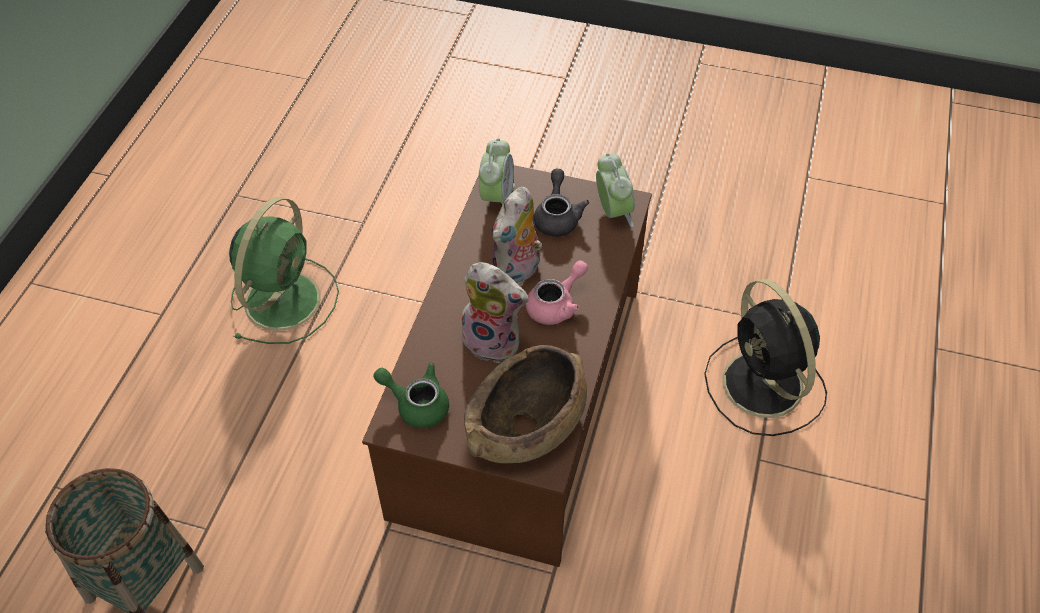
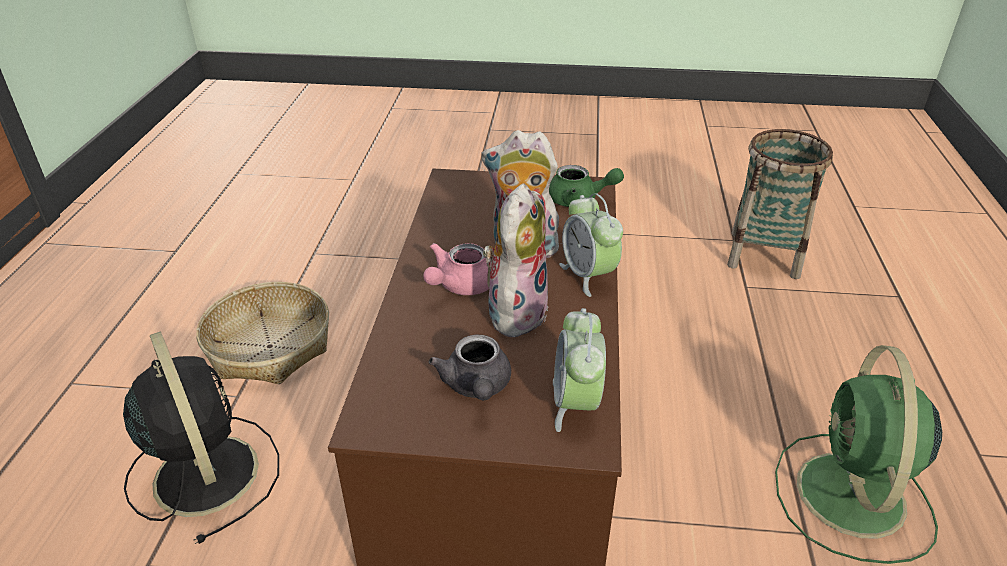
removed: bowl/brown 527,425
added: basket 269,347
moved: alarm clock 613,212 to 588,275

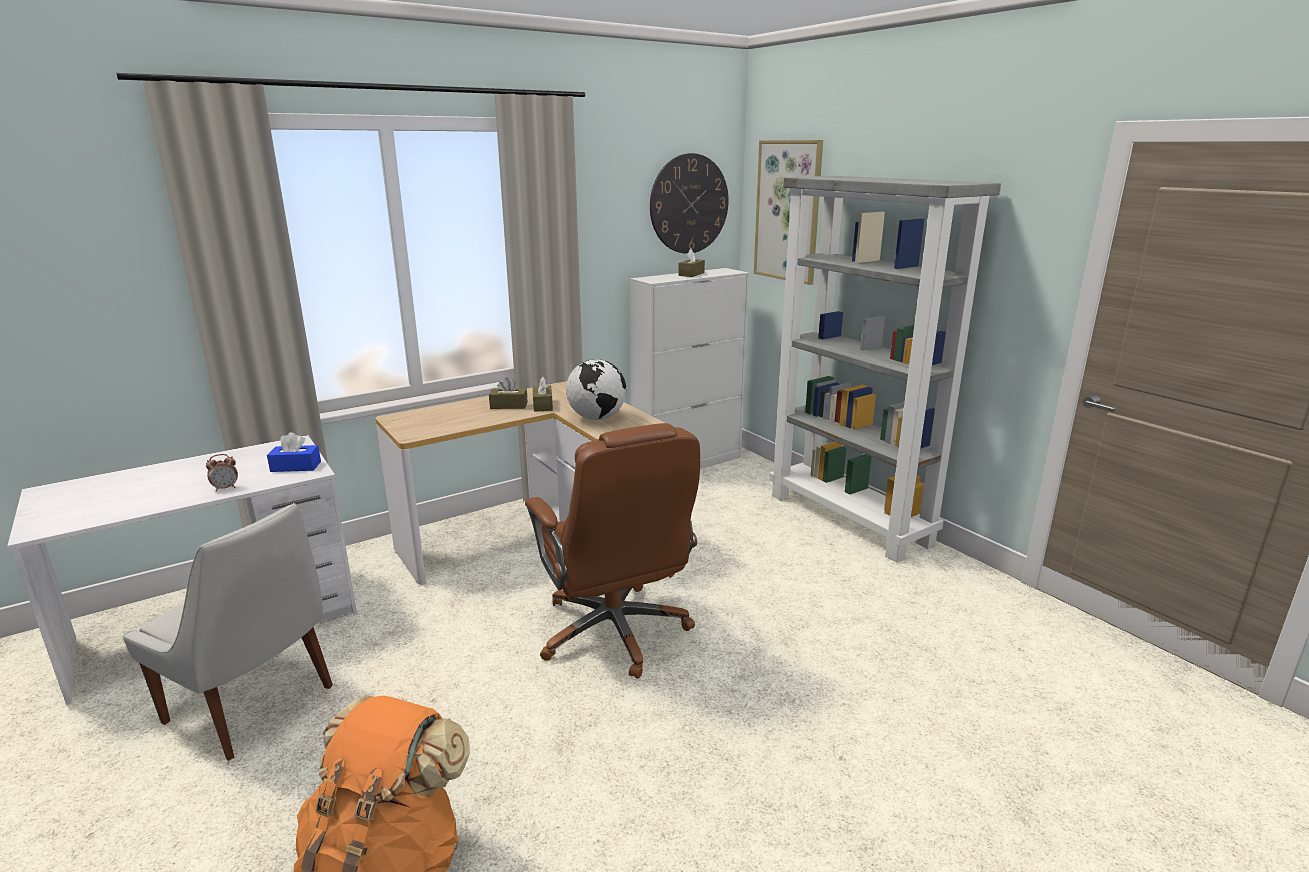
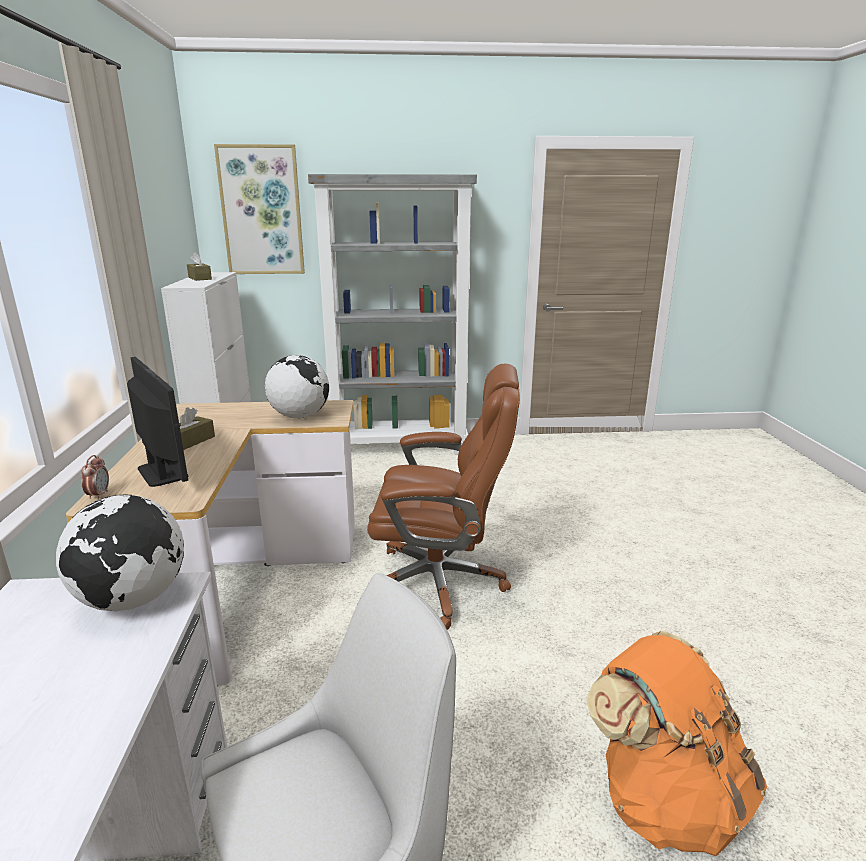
removed: tissue box/brown 543,405; wall clock 689,204
added: monitor 162,473
moved: alarm clock 226,488 to 99,495
replaced: tissue box/blue 296,467 to globe 133,599

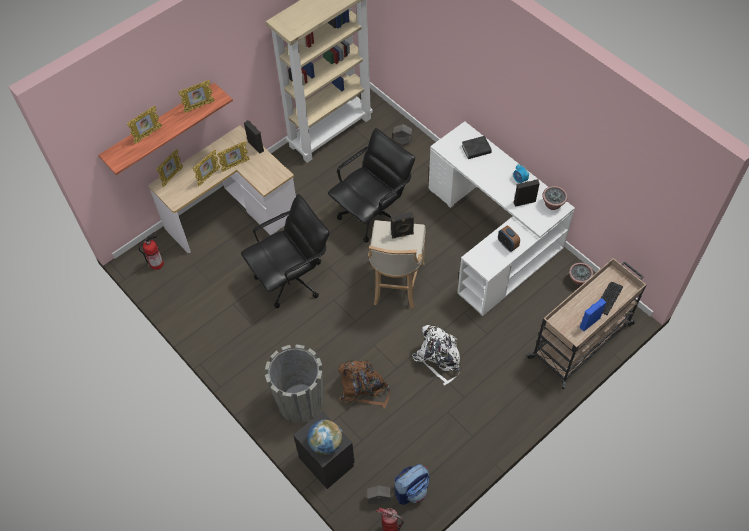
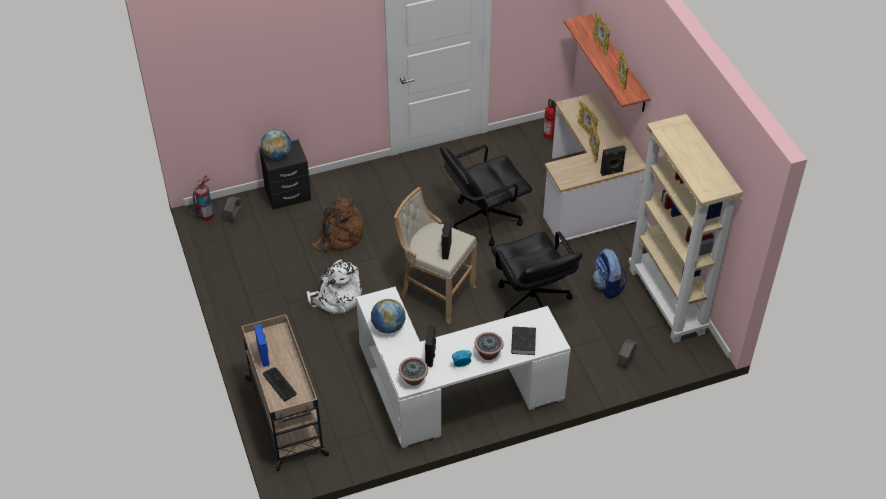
removed: picture frame 172,177; planter/grey 300,402
moved: potted plant 578,280 to 488,354; backpack 411,490 to 608,286
replaced: alarm clock 507,245 to globe 388,327
turned: office chair/black 292,279 = 483,220 75 degrees clockwise

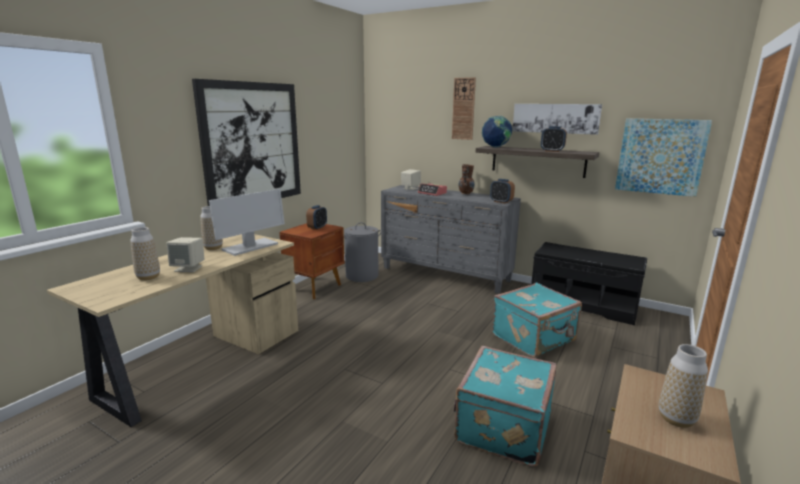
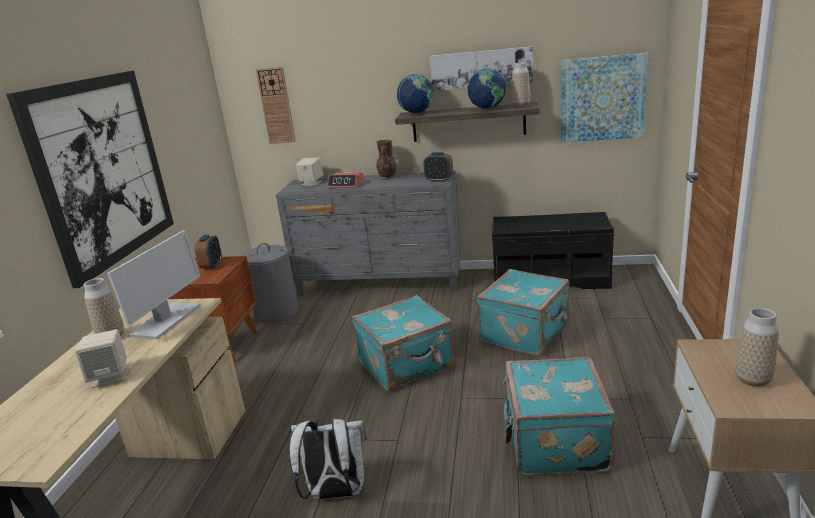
added: backpack/white 335,493; suitcase/turquoise 407,365
moved: wall clock 463,109 to 276,106; vase 148,277 to 521,105
replaced: alarm clock 552,151 to globe 488,109

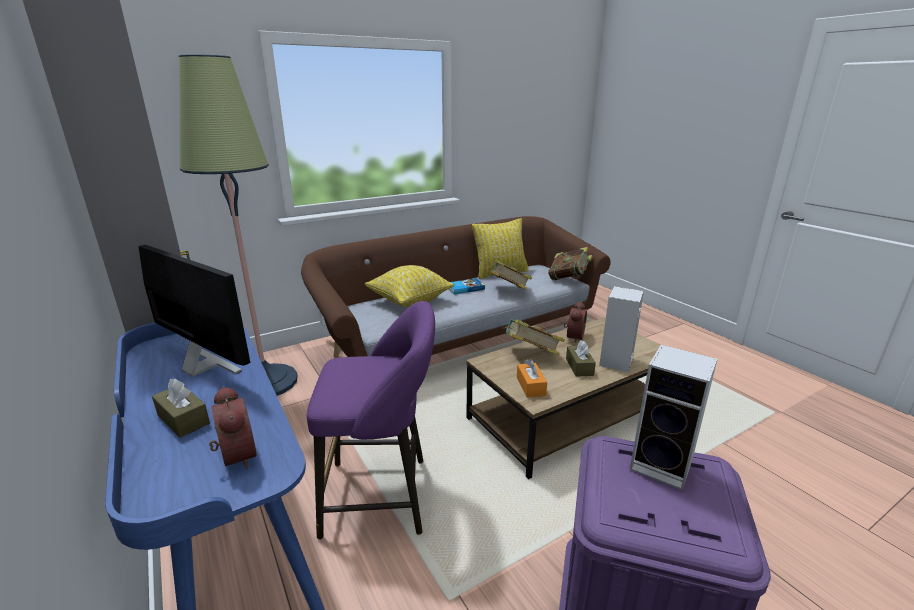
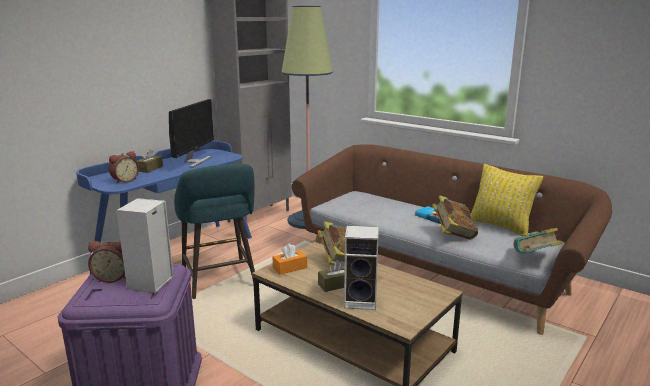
removed: pillow/yellow 409,301
moved: alarm clock 573,337 to 113,277
recoloured: stool/purple 383,496 to stool/turquoise 220,281

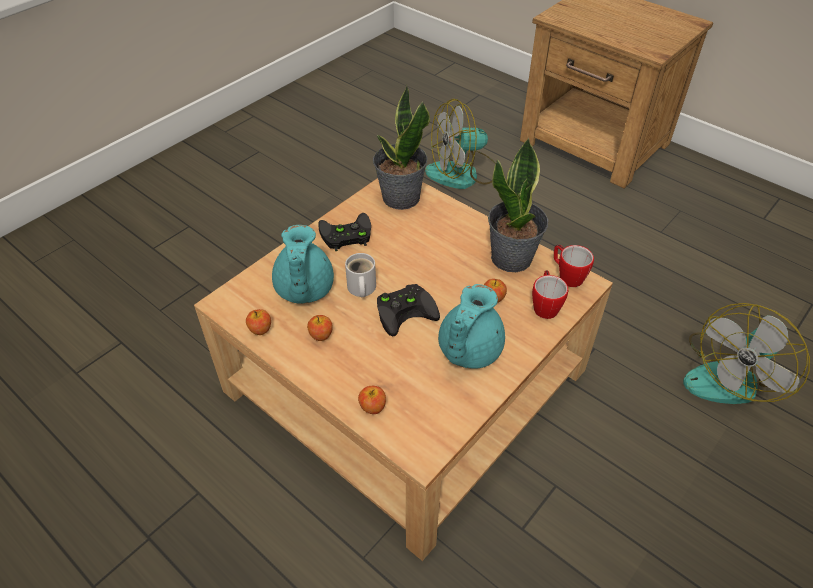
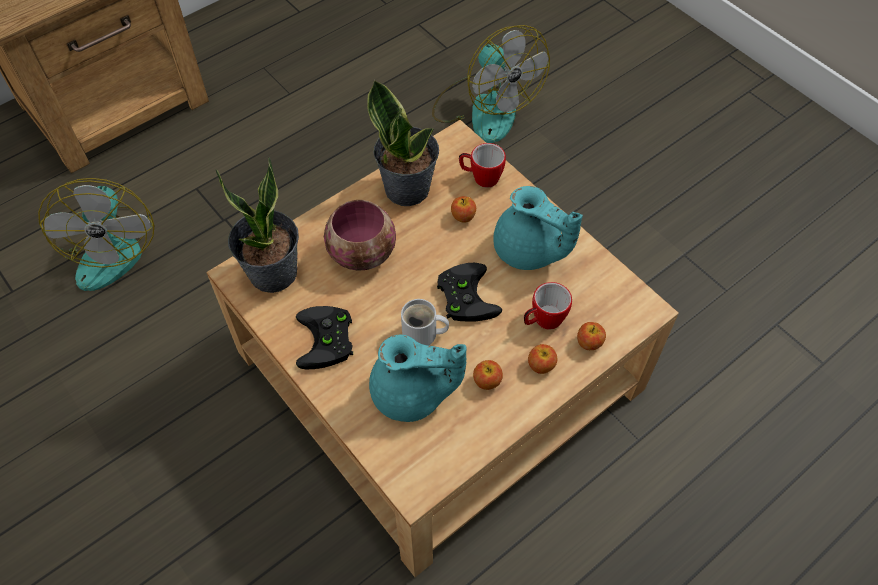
added: bowl 364,254
moved: mug 567,276 to 543,321; apple 260,329 to 541,365

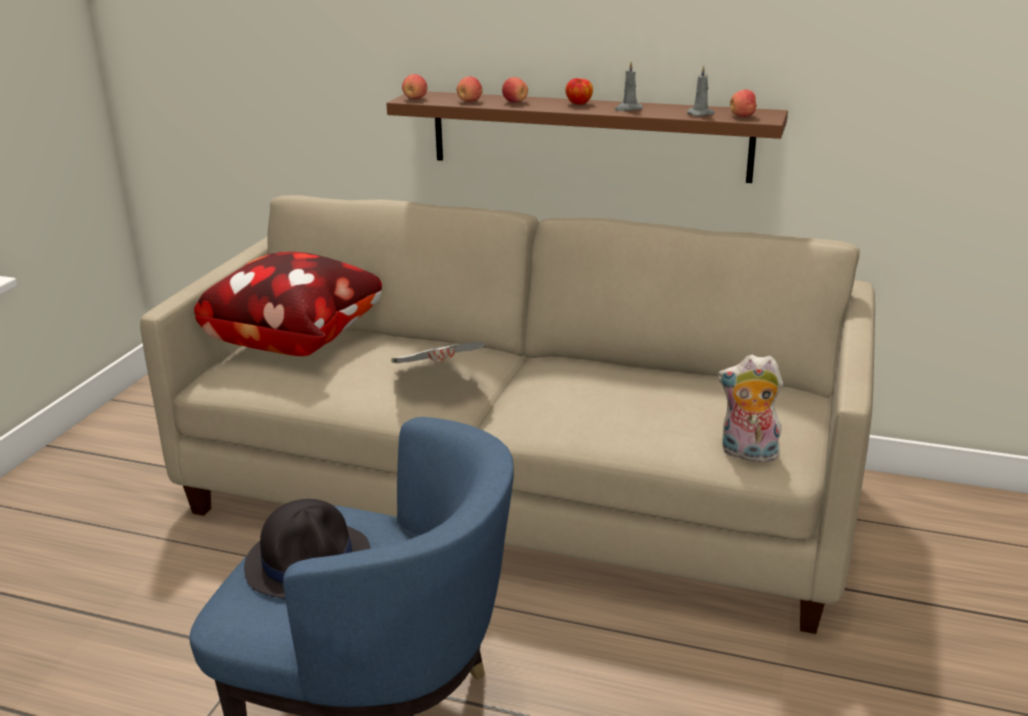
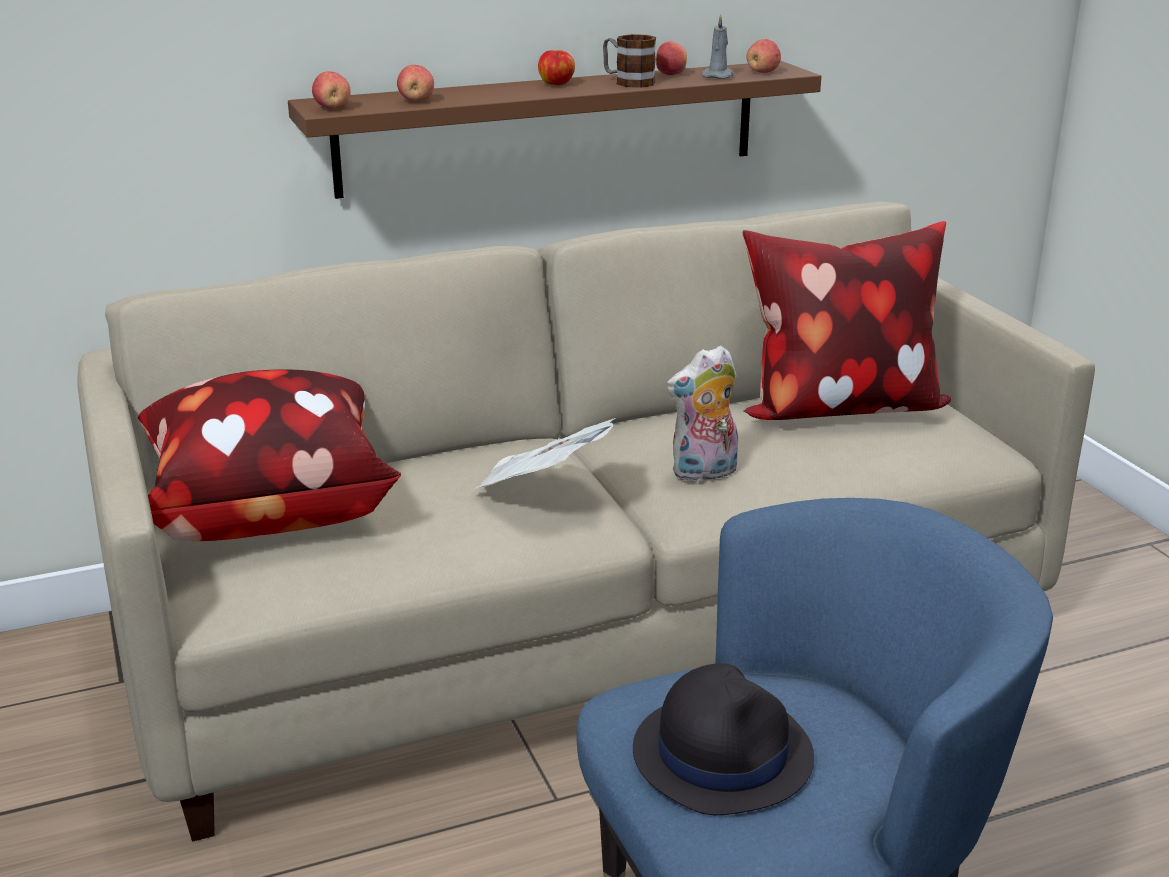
added: pillow 838,408
moved: apple 515,102 to 670,74; plush toy 747,454 to 704,473
replaced: candle/grey 628,109 to mug 628,82

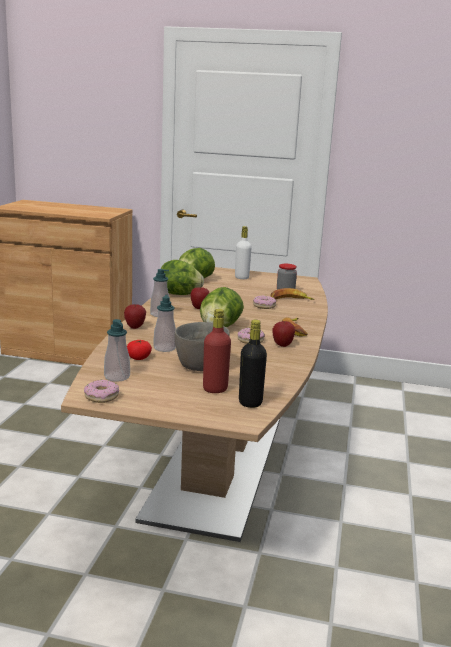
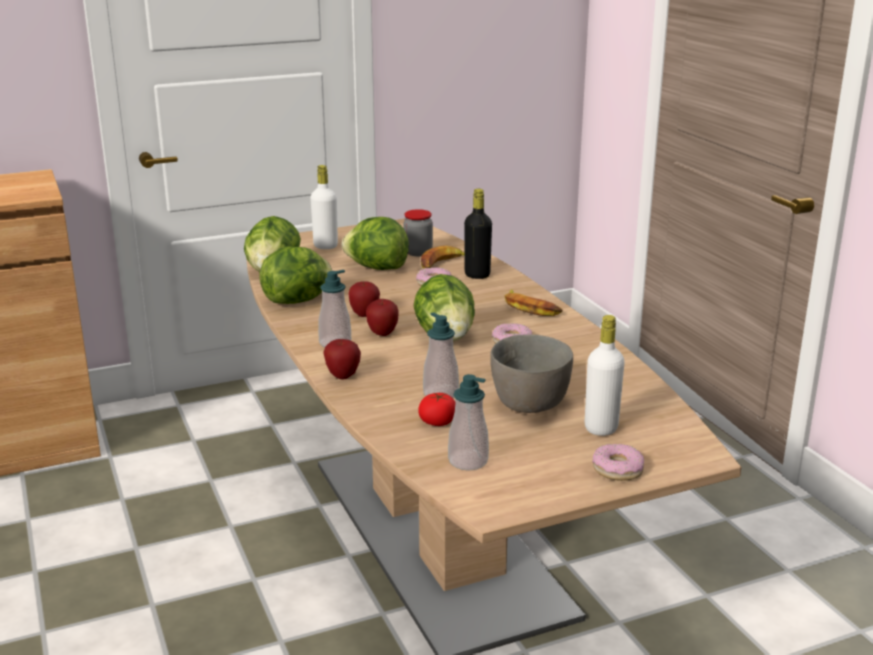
added: lettuce 377,268
moved: apple 282,345 to 382,333; bottle/black 250,403 to 477,275; donut 101,396 to 618,469
recoloured: bottle/red 215,389 to bottle/white 601,428

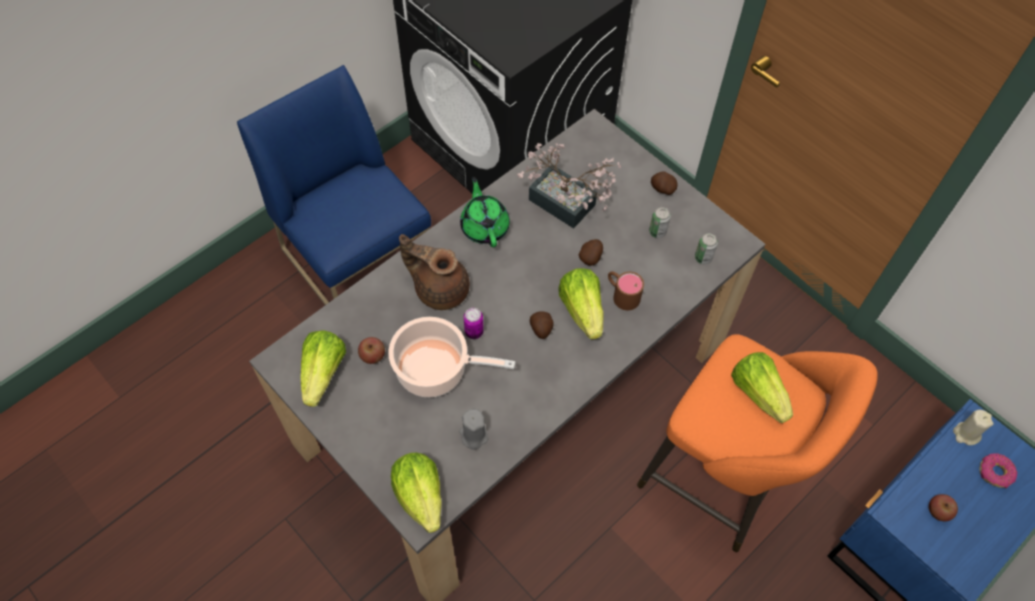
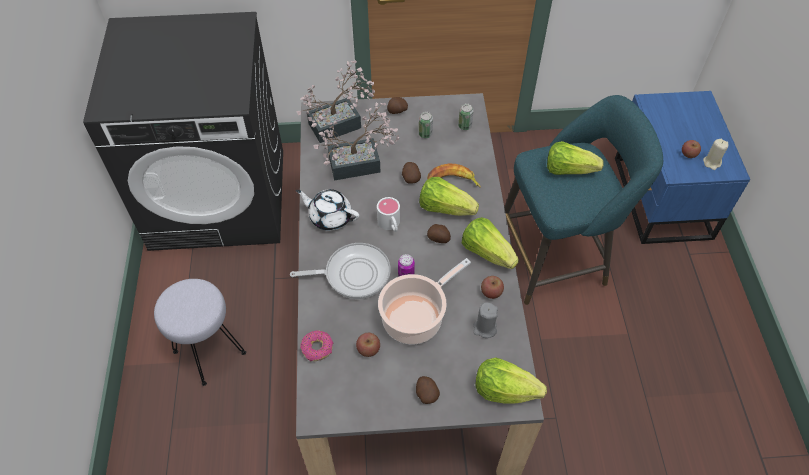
added: potted plant 341,124; mug/white 390,225; potato 426,393; apple 491,292
moved: donut 995,473 to 317,348; lettuce 323,373 to 487,252; candle/beige 966,434 to 712,162
replaced: chair/blue 359,260 to stool/grey 209,351; teapot/brown 440,288 to frying pan 353,274; mug/brown 621,294 to banana 452,181
recoloured: teapot/green 485,226 to teapot/white 330,217; stool/orange 724,478 to stool/turquoise 556,257

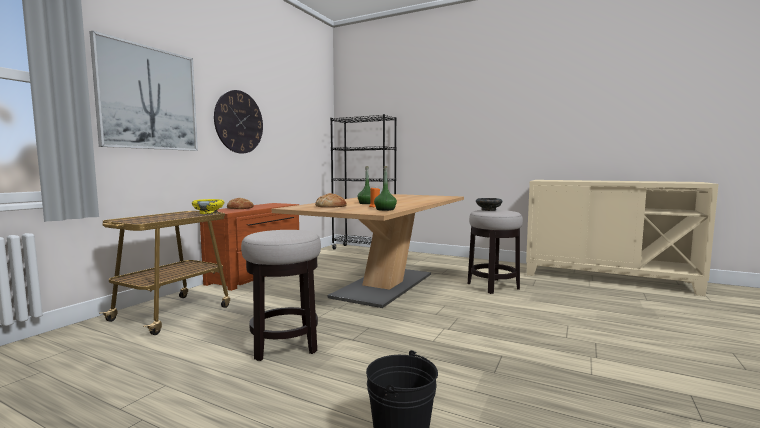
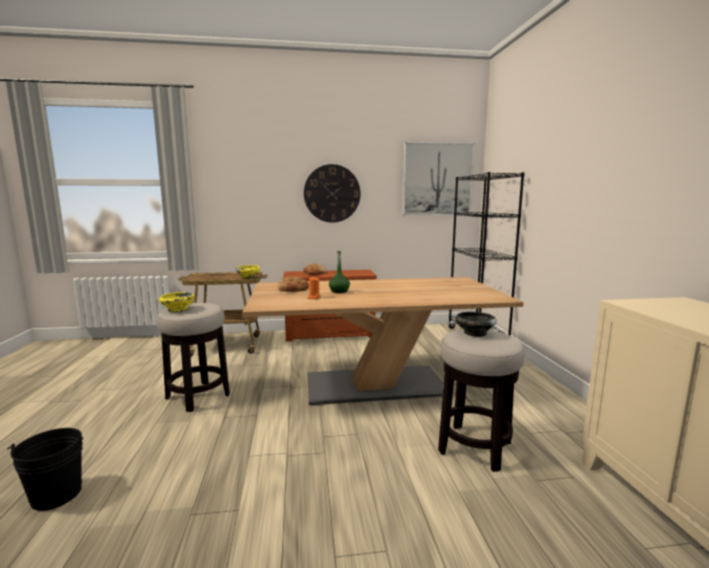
removed: bottle/green 385,209
added: bowl/yellow 177,309
moved: picture 148,98 to 437,179

